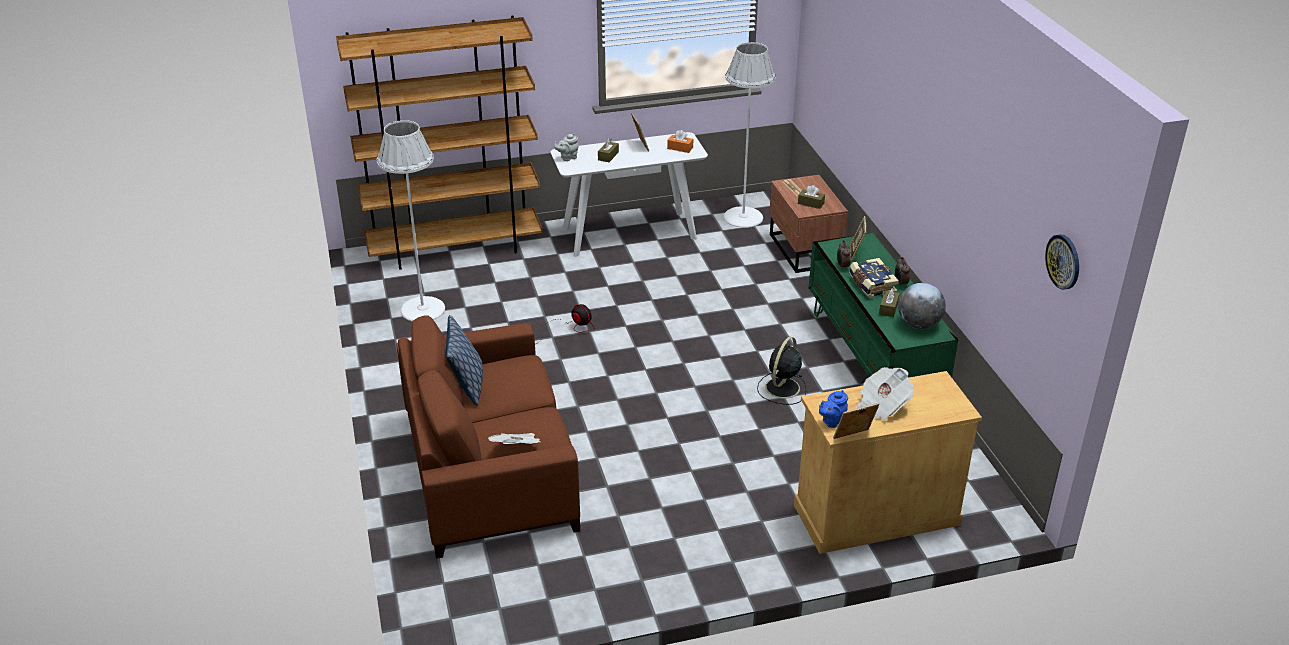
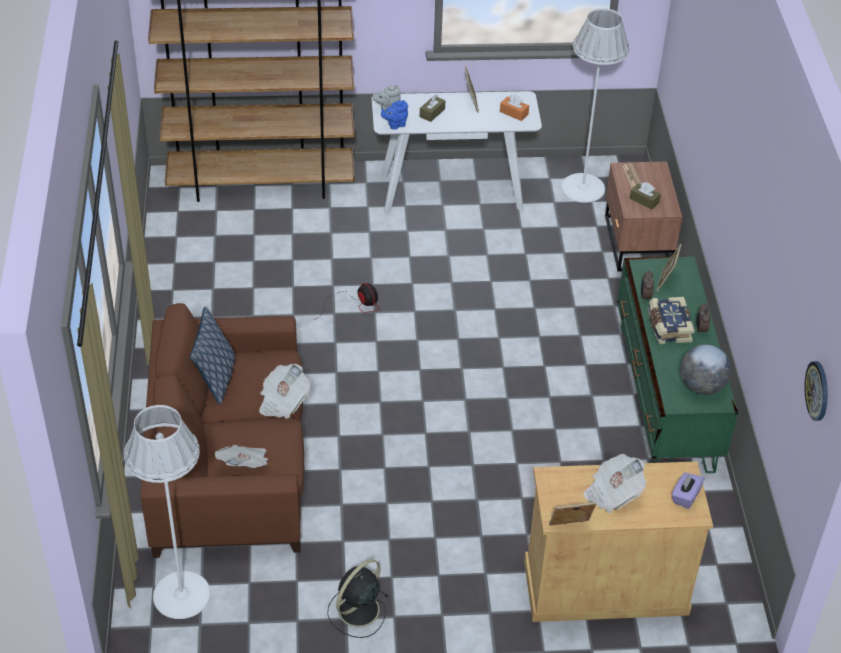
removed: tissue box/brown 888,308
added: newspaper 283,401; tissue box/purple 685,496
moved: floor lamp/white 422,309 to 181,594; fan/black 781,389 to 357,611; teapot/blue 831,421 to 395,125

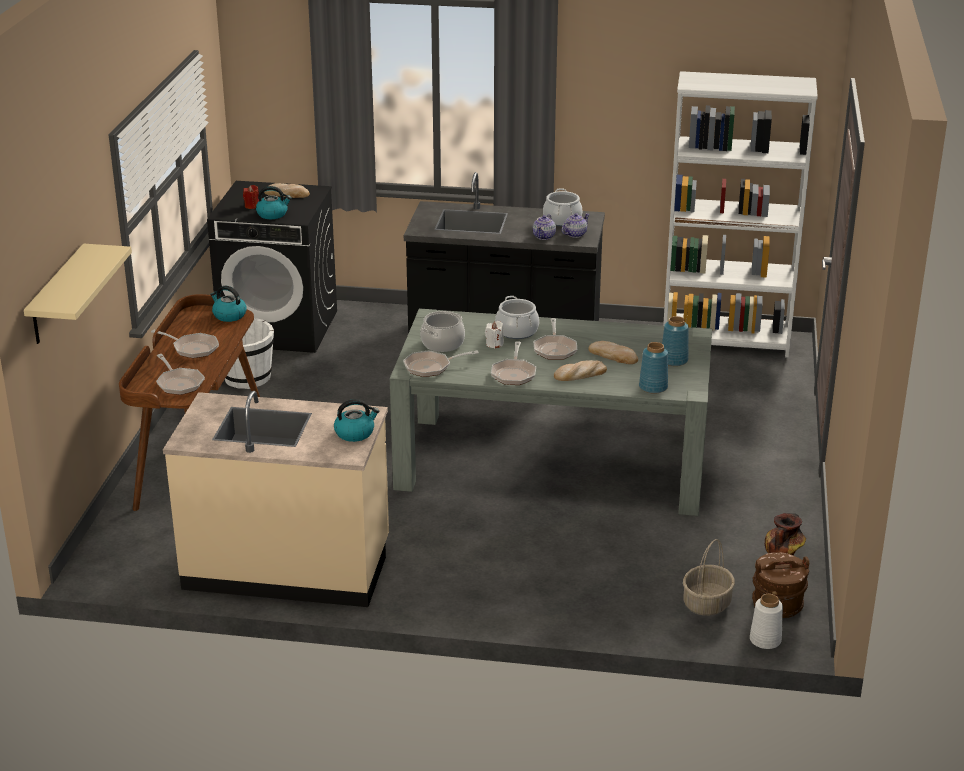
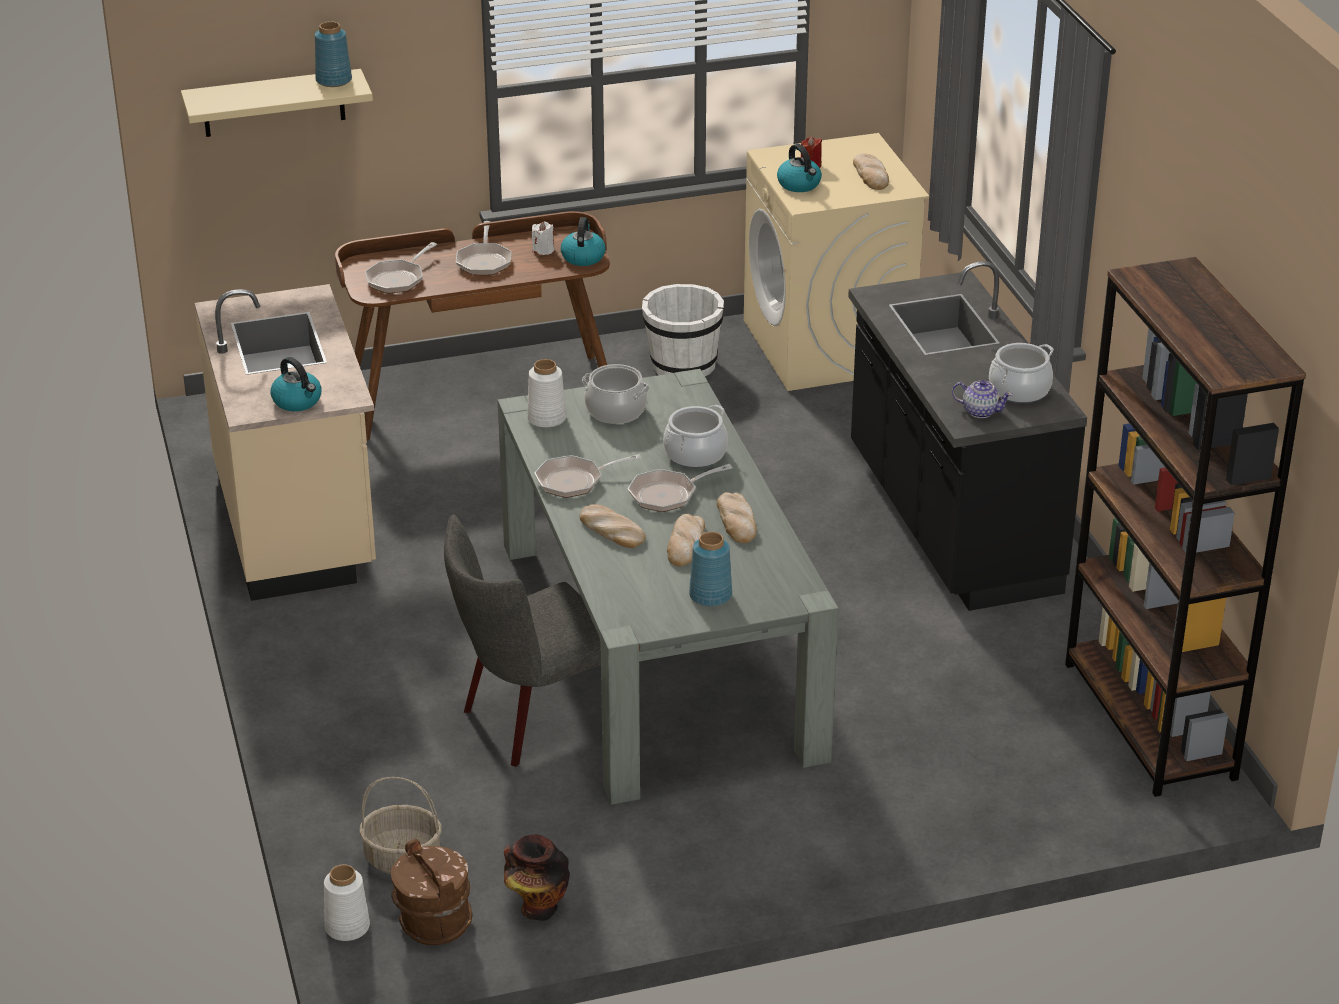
removed: teapot 544,236
added: chair/grey 534,720; bread 737,521
moved: vase/blue 653,387 to 334,80; candle/white 494,344 to 543,250
replaced: frying pan 431,367 to vase/white 546,419
recoloured: washing machine/black 280,327 to washing machine/beige 828,346; bookcase/white 725,341 to bookcase/brown 1149,721

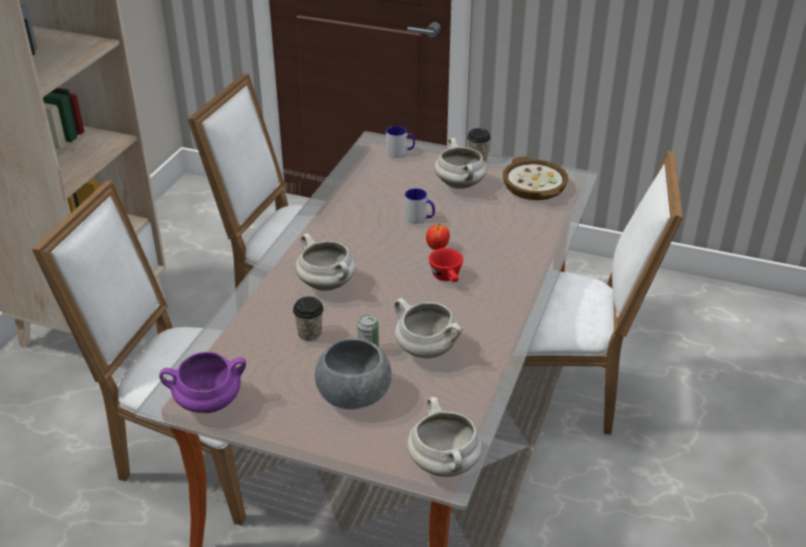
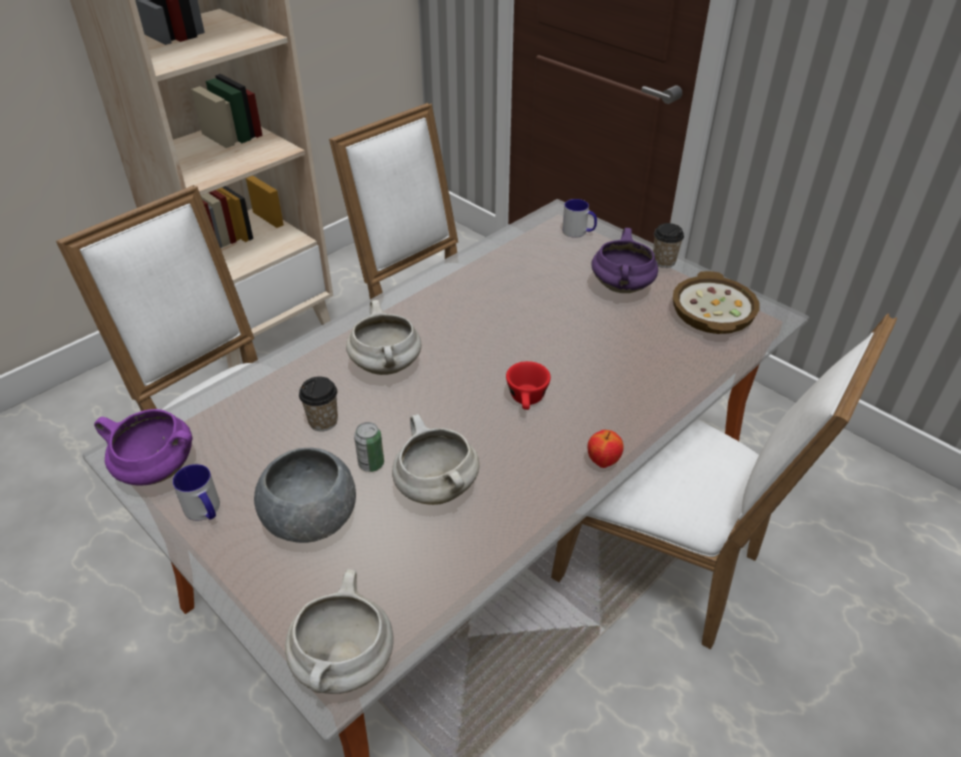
moved: mug 419,218 to 205,511; apple 437,248 to 603,462
recoloured: cooking pot/white 461,185 to cooking pot/purple 622,288

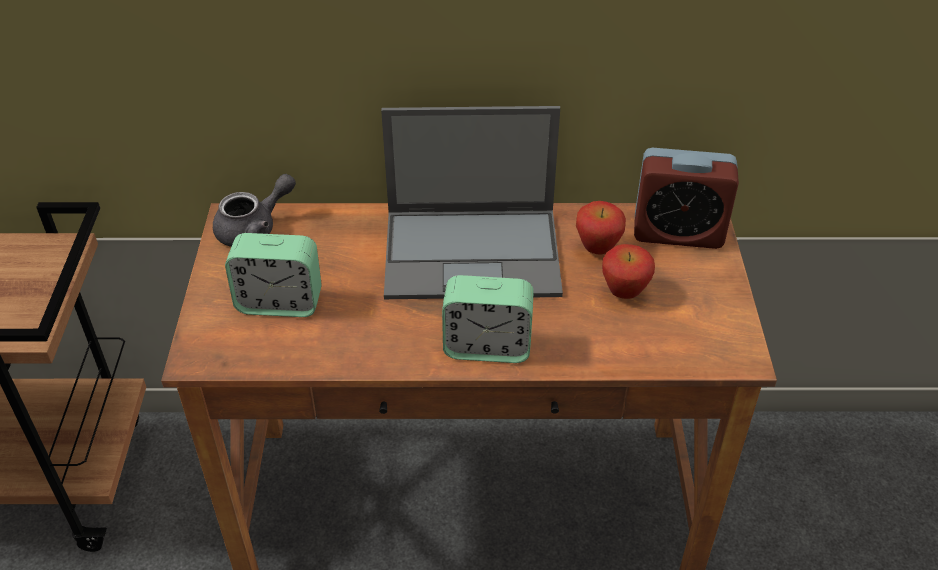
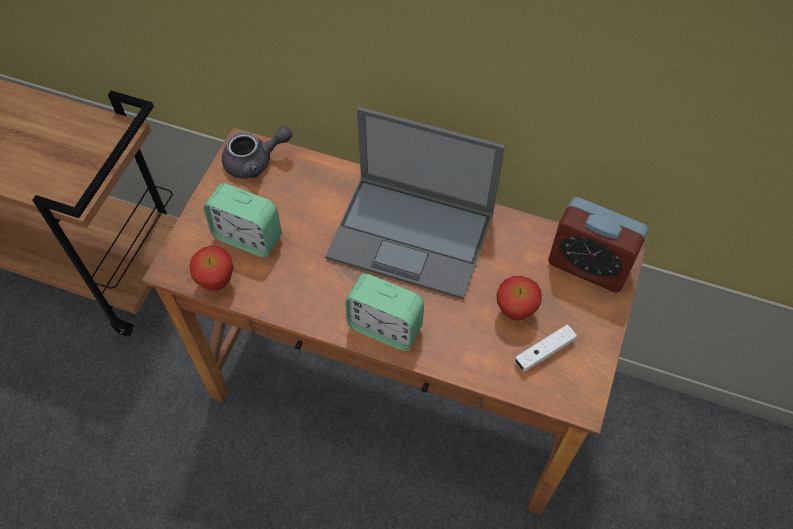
added: game controller/white 544,352
moved: apple 597,249 to 217,282

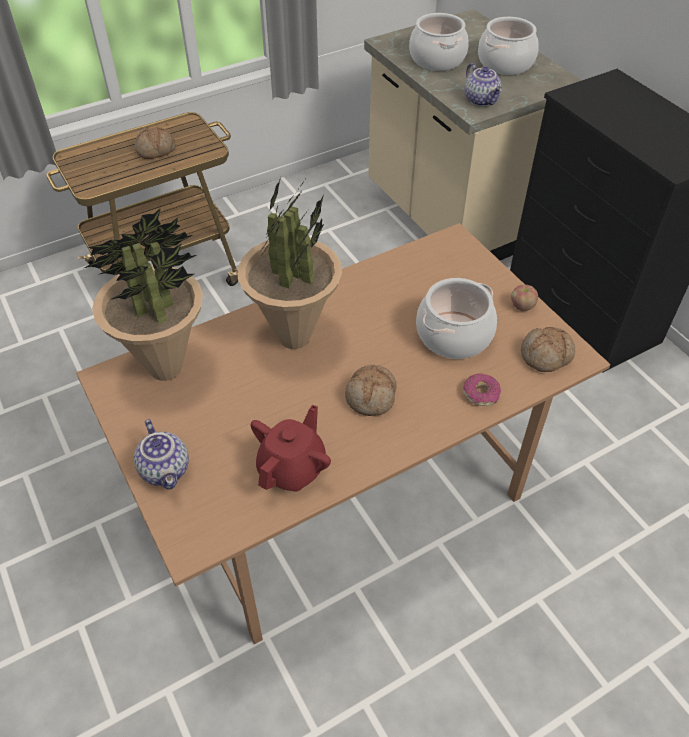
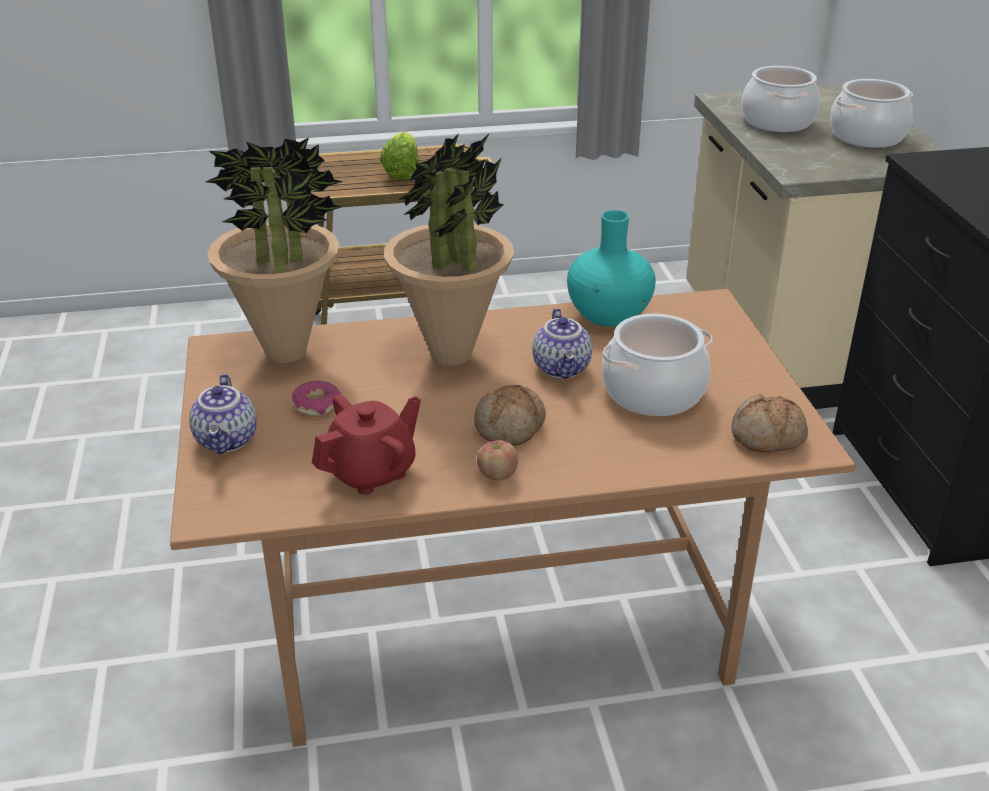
added: vase/turquoise 608,315
moved: donut 481,394 to 317,405; apple 522,306 to 497,474; teapot 482,100 to 563,368
replaced: bread 156,150 to lettuce 402,171

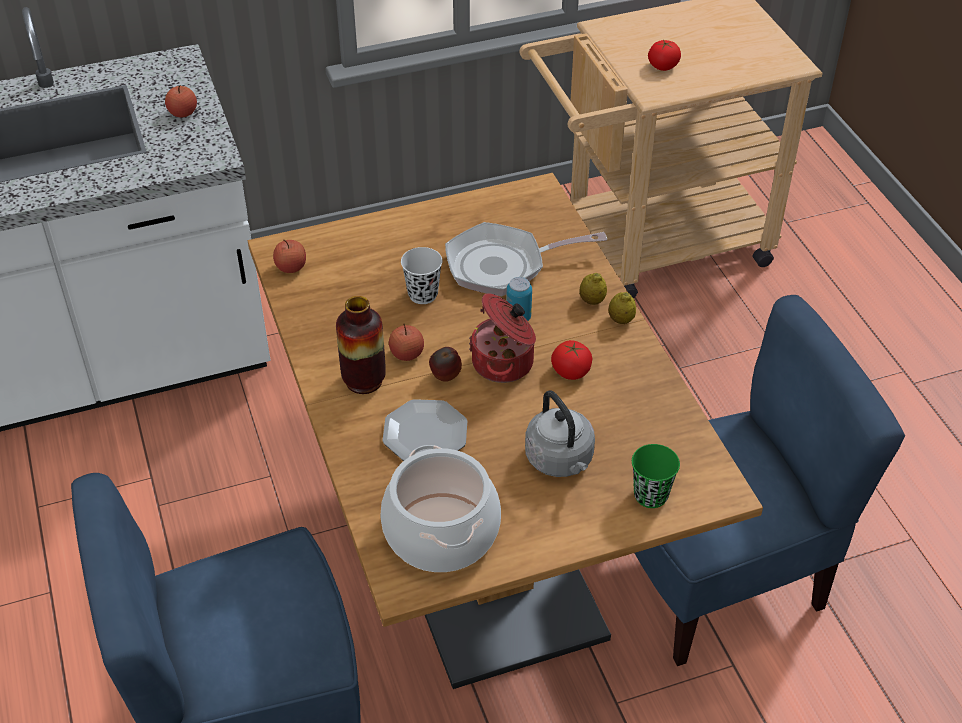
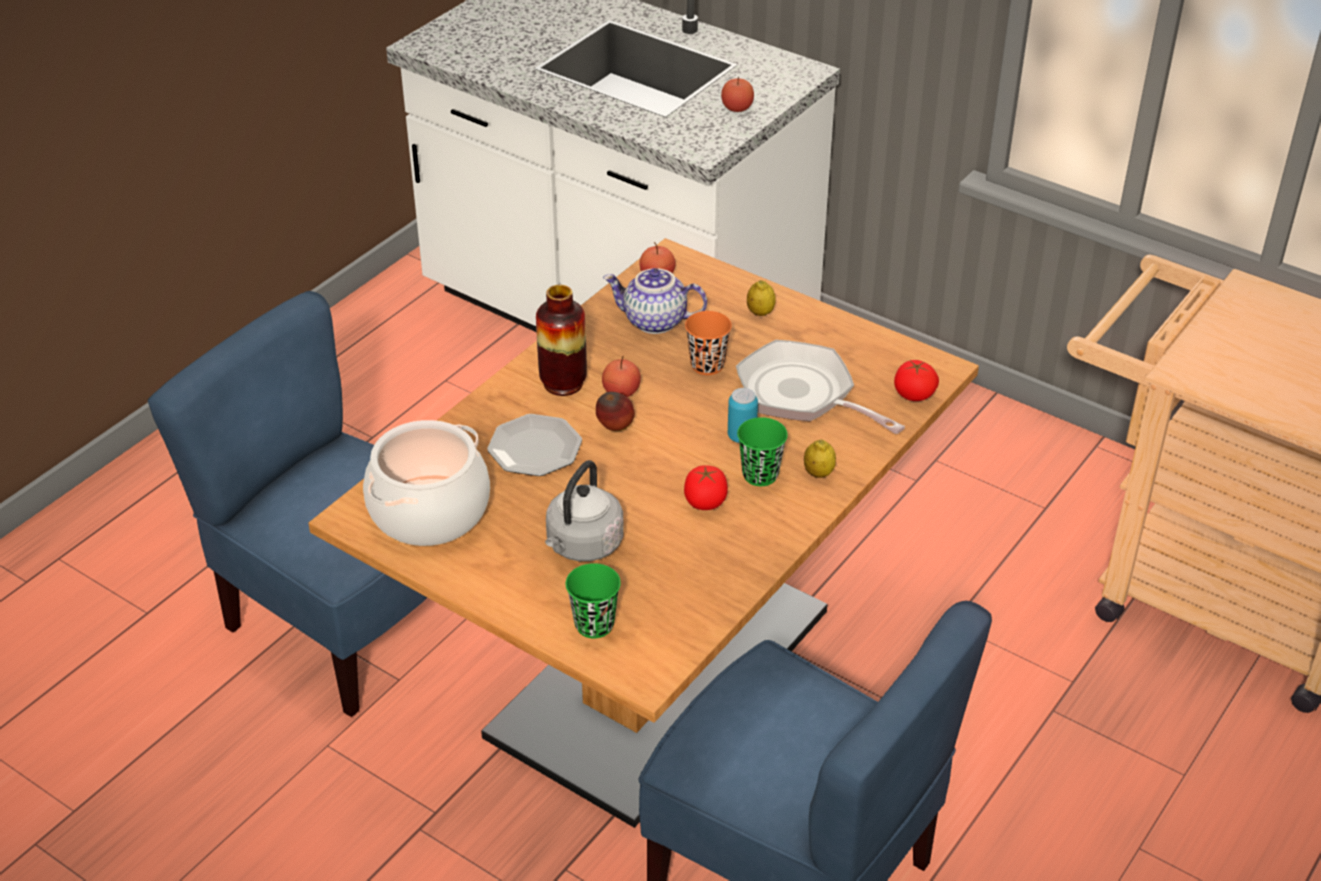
removed: cooking pot 504,363
added: teapot 654,322; cup/green 760,475
moved: lemon 621,320 to 760,312; tomato 663,66 to 914,395
recoloured: cup/white 423,294 to cup/orange 707,365

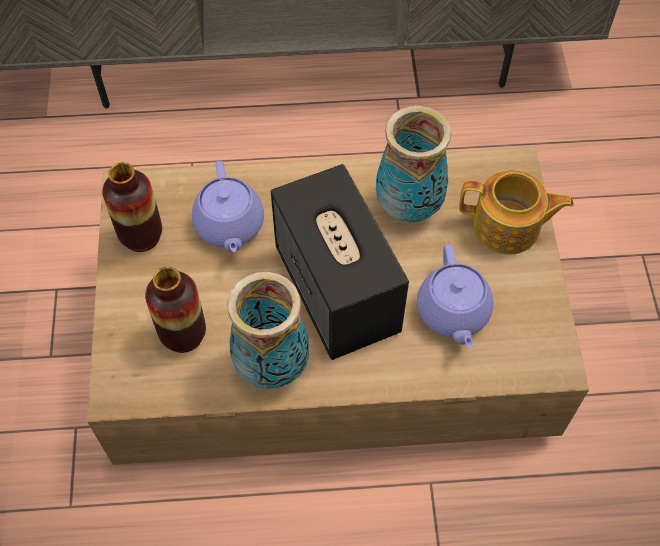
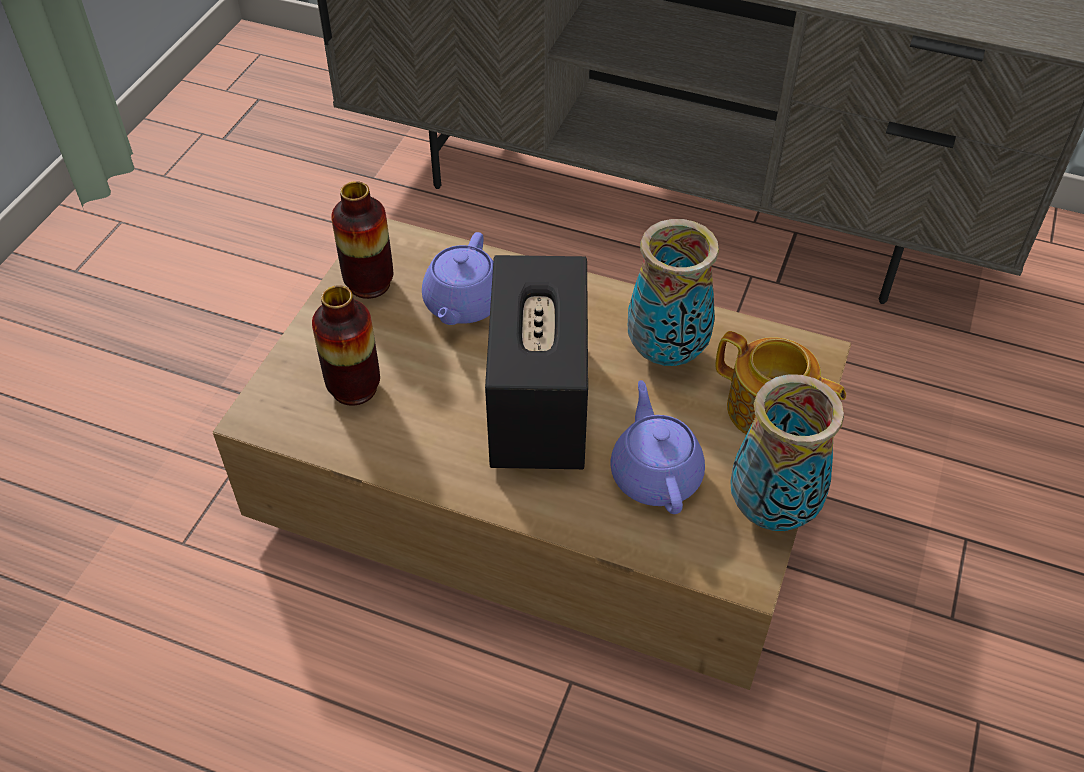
moved: vase 271,367 to 771,511
turned: teapot/purple 453,313 = 655,474 150 degrees clockwise

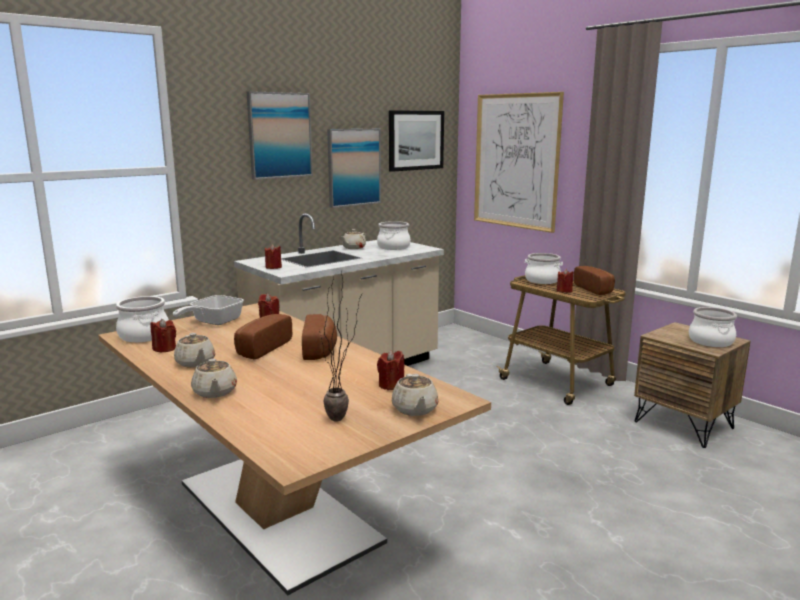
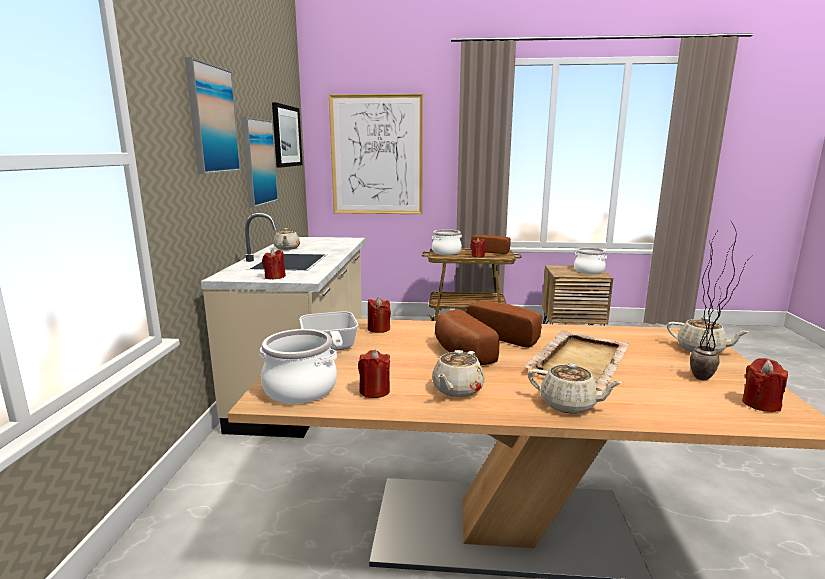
removed: cooking pot 393,247
added: tray/beige 580,361
moved: candle/red 391,385 to 760,404
turned: teapot/beige 195,363 = 457,389 105 degrees clockwise

